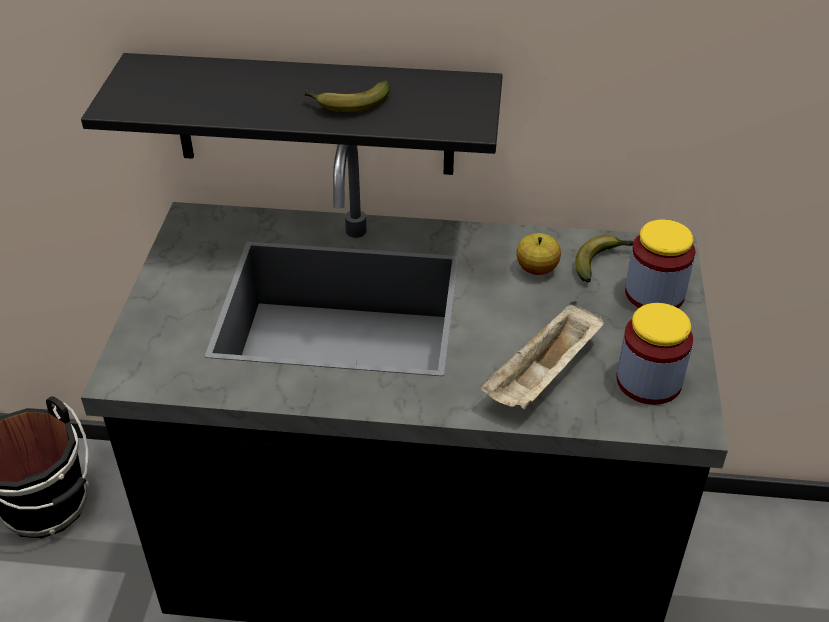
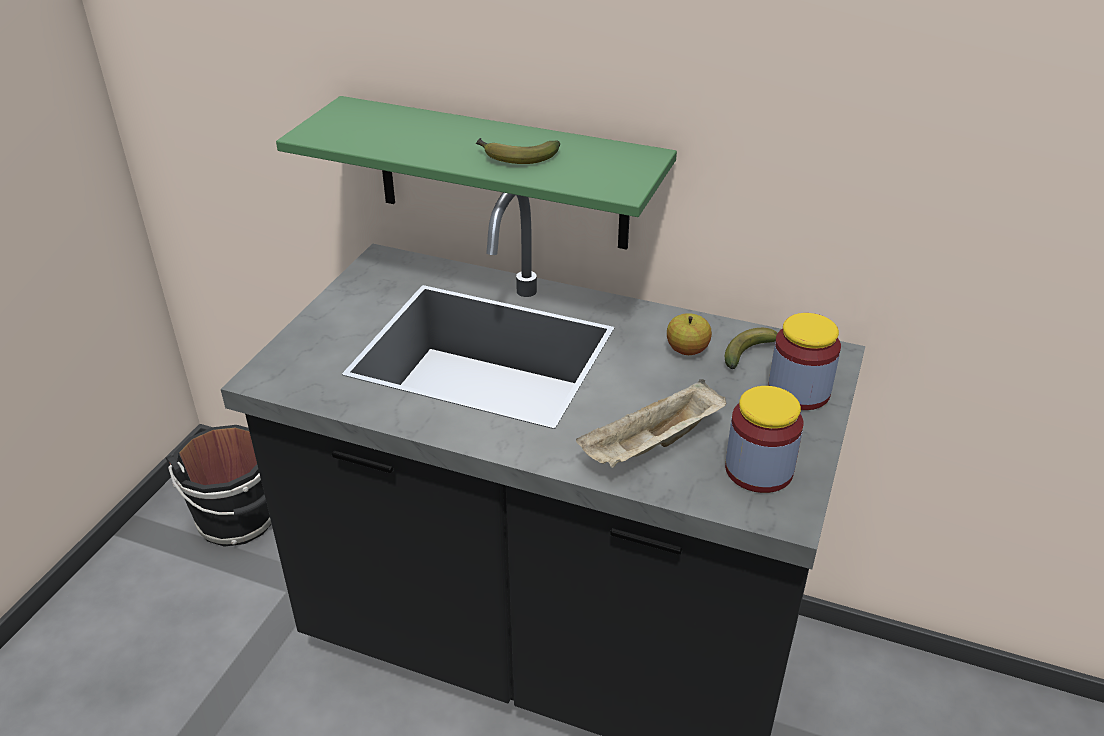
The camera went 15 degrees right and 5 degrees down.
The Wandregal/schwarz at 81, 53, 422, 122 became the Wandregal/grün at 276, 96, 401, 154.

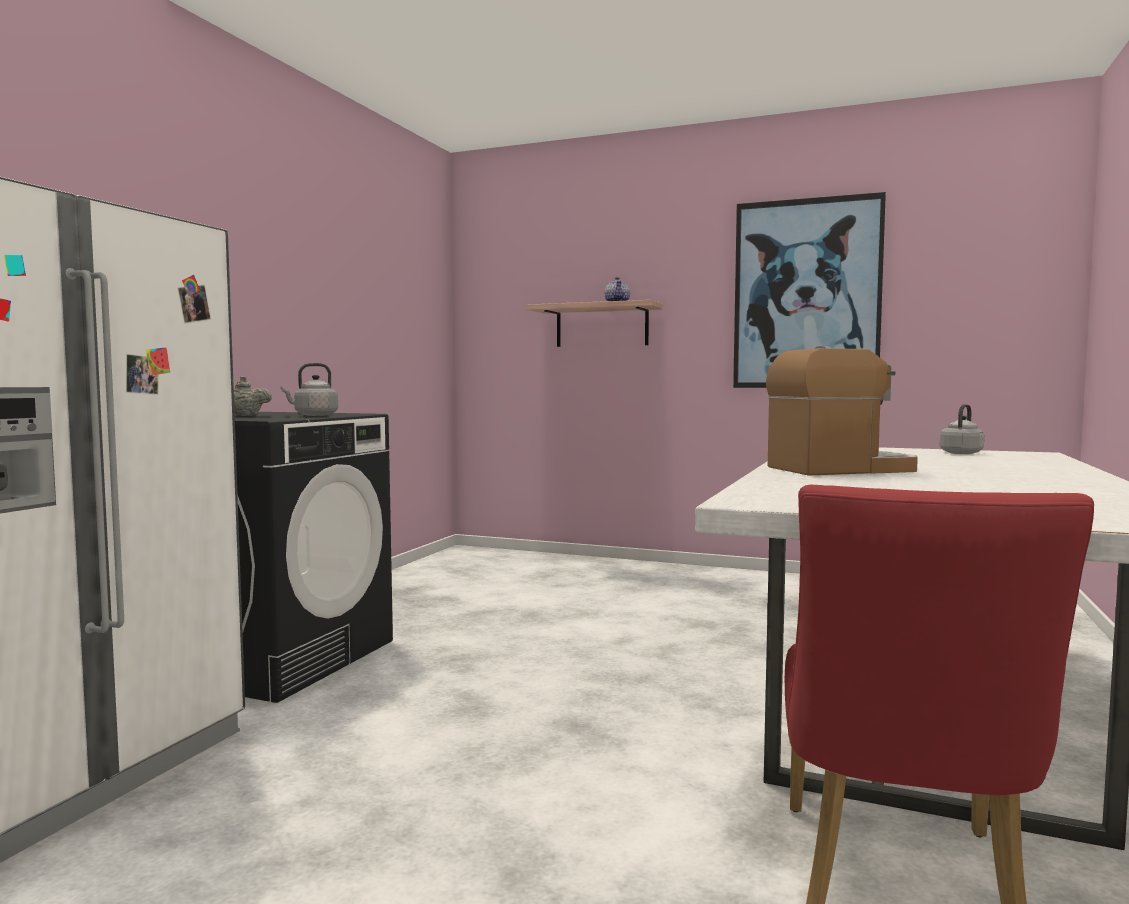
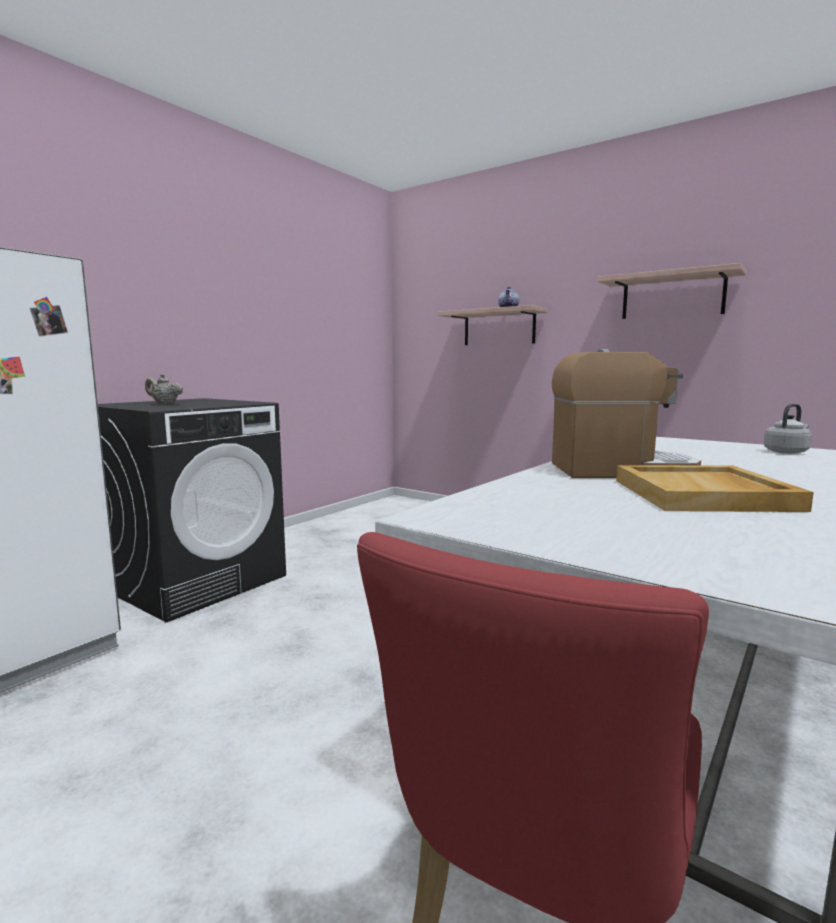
The camera went 15 degrees right and 5 degrees up.
The Wasserkessel/grau at 281, 363, 57, 53 disappeared.
The Tablett/beige at 616, 465, 198, 47 appeared.
The Bild at 733, 192, 153, 196 was replaced by the Wandregal at 598, 263, 149, 56.

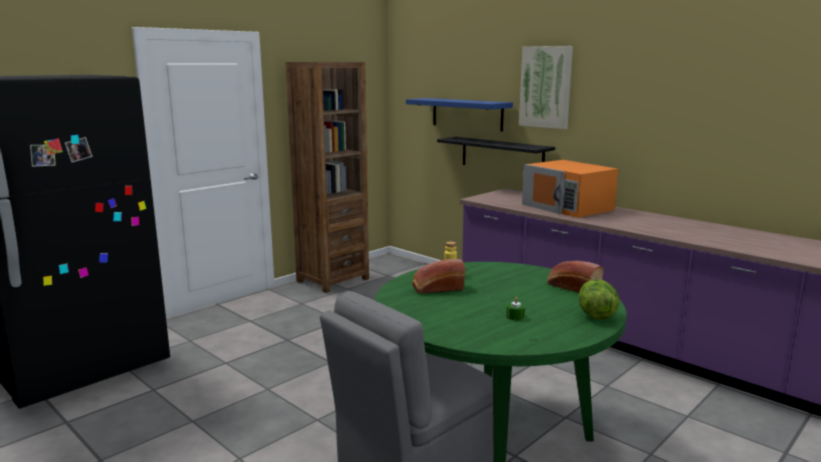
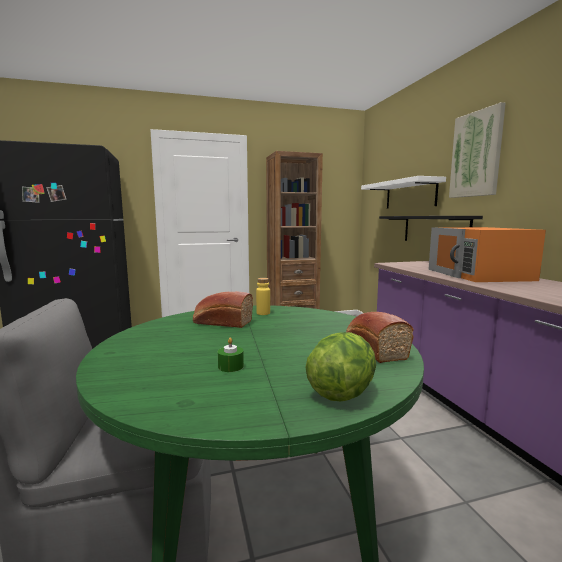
The camera went 30 degrees right and 5 degrees down.
The Wandregal/blau at 406, 98, 107, 33 became the Wandregal/weiß at 361, 176, 85, 32.

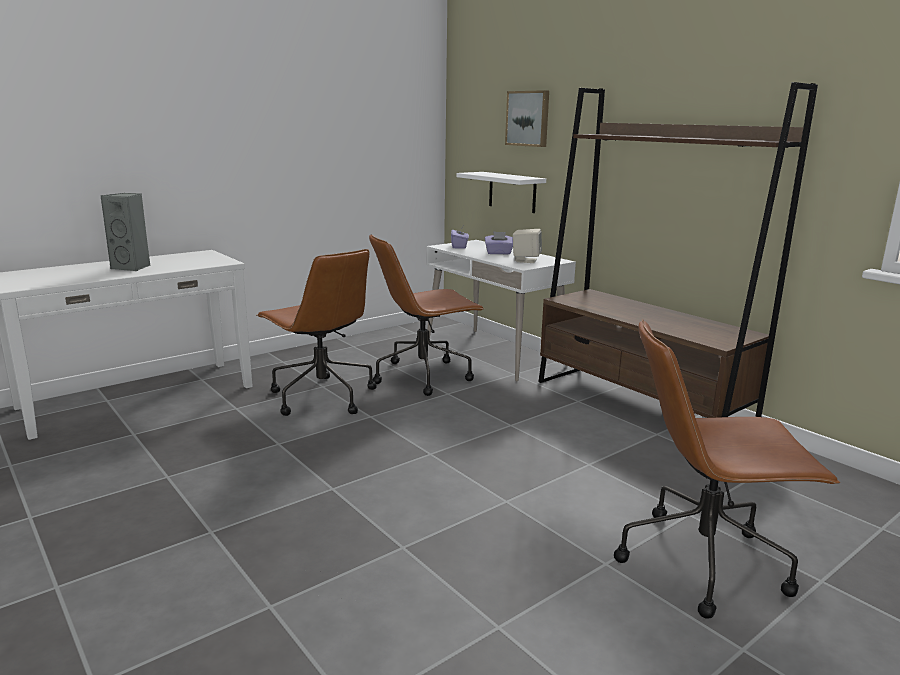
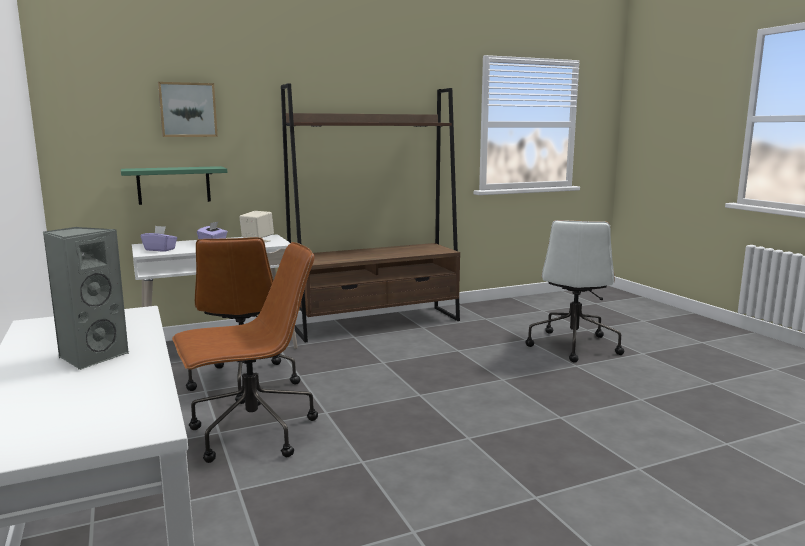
The camera went 75 degrees left and 5 degrees down.
The Wandregal/weiß at 457, 172, 89, 41 became the Wandregal/grün at 121, 166, 106, 39.
The Bürostuhl/braun at 614, 319, 226, 300 became the Bürostuhl/weiß at 525, 220, 99, 143.

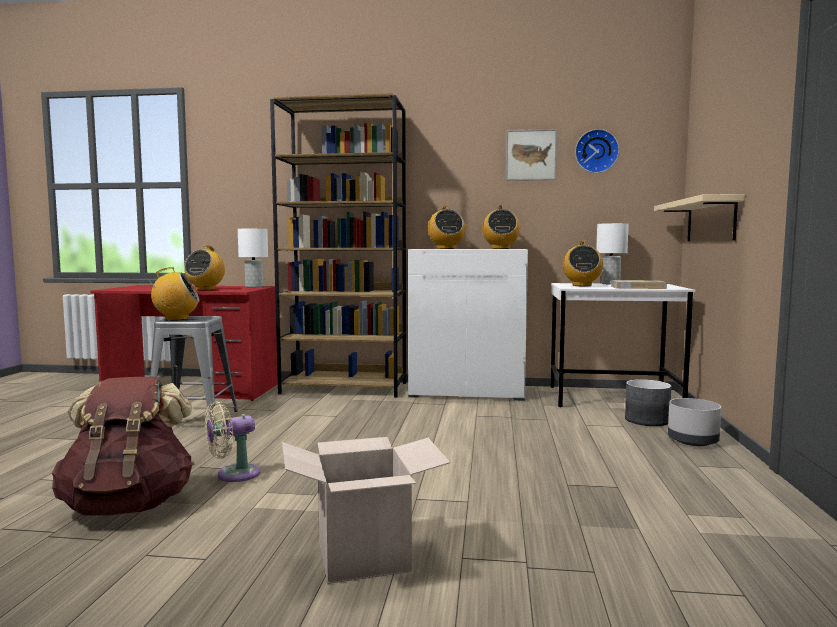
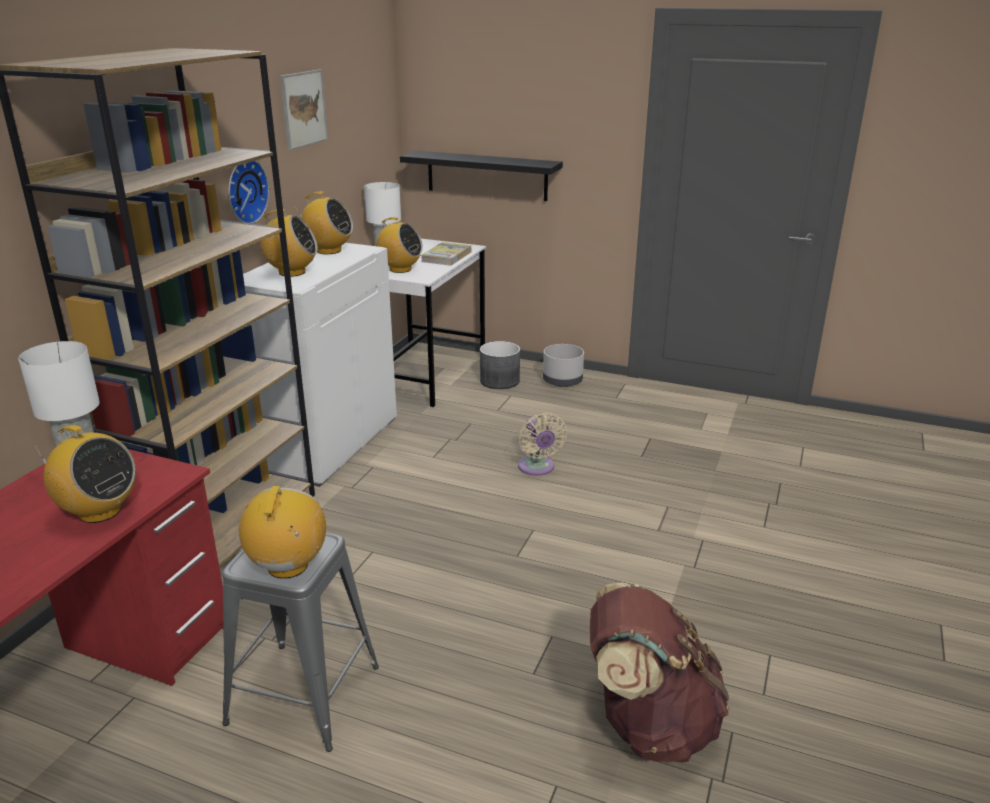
The camera went 75 degrees left and 20 degrees up.
The Karton at 282, 437, 168, 147 disappeared.
The Ventilator/beige moved from 205, 401, 56, 81 to 518, 413, 49, 63.
The Wanduhr moved from 575, 129, 44, 44 to 228, 161, 41, 63.
The Wandregal/beige at 654, 194, 91, 47 became the Wandregal/schwarz at 400, 151, 163, 50.

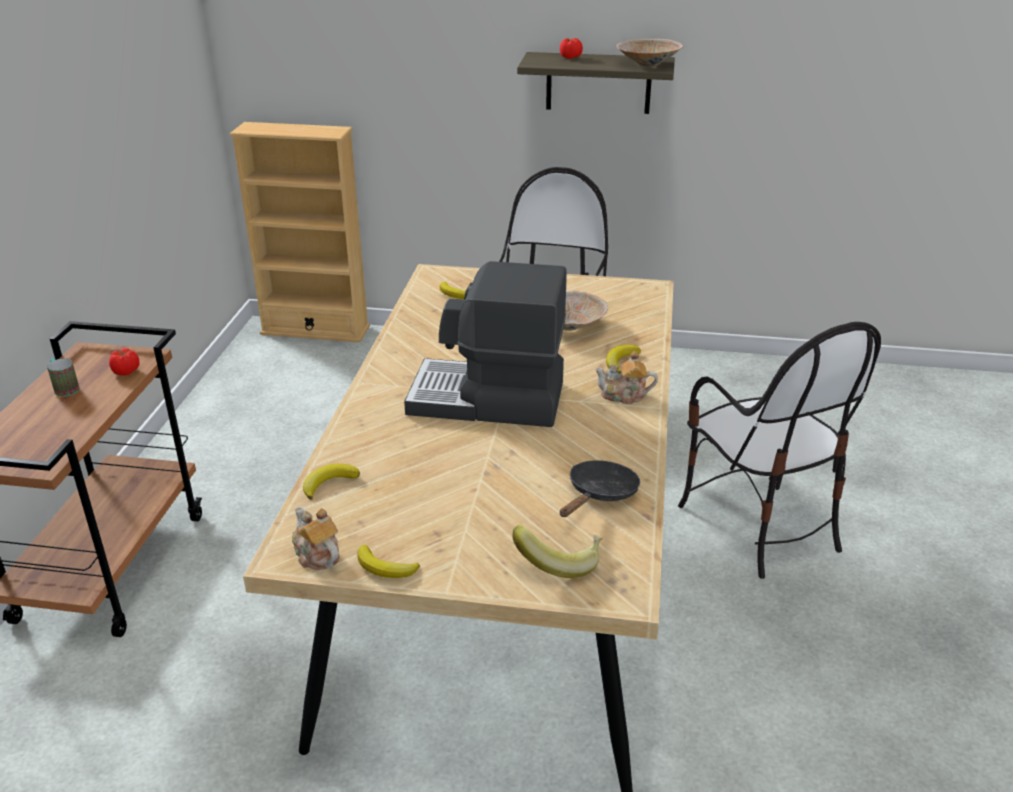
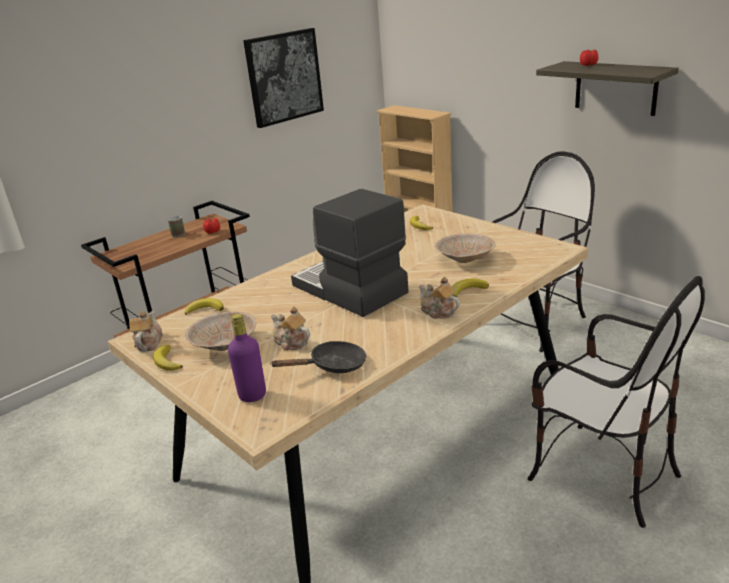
The camera went 40 degrees right and 5 degrees down.
The Bild at 243, 28, 81, 100 appeared.
The Teekanne at 271, 306, 39, 44 appeared.
The Schüssel/beige moved from 616, 39, 67, 28 to 185, 311, 71, 40.
The Banane at 512, 525, 91, 53 was replaced by the Flasche/lila at 228, 314, 38, 88.
The Stuhl at 678, 322, 203, 257 turned 60 degrees counterclockwise.

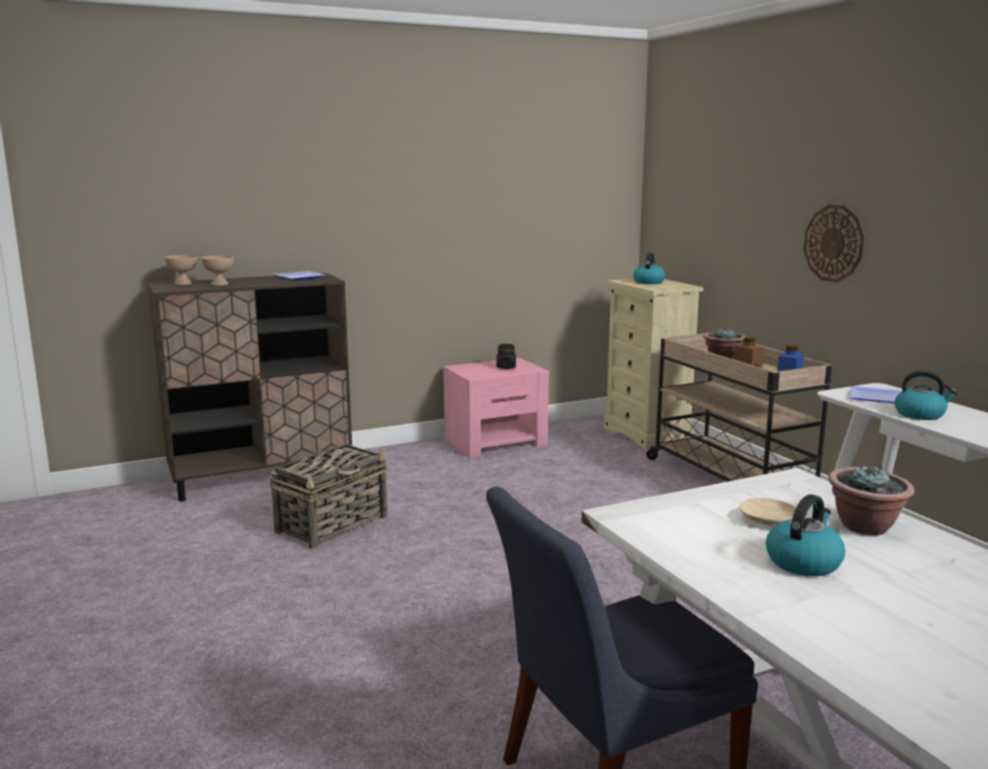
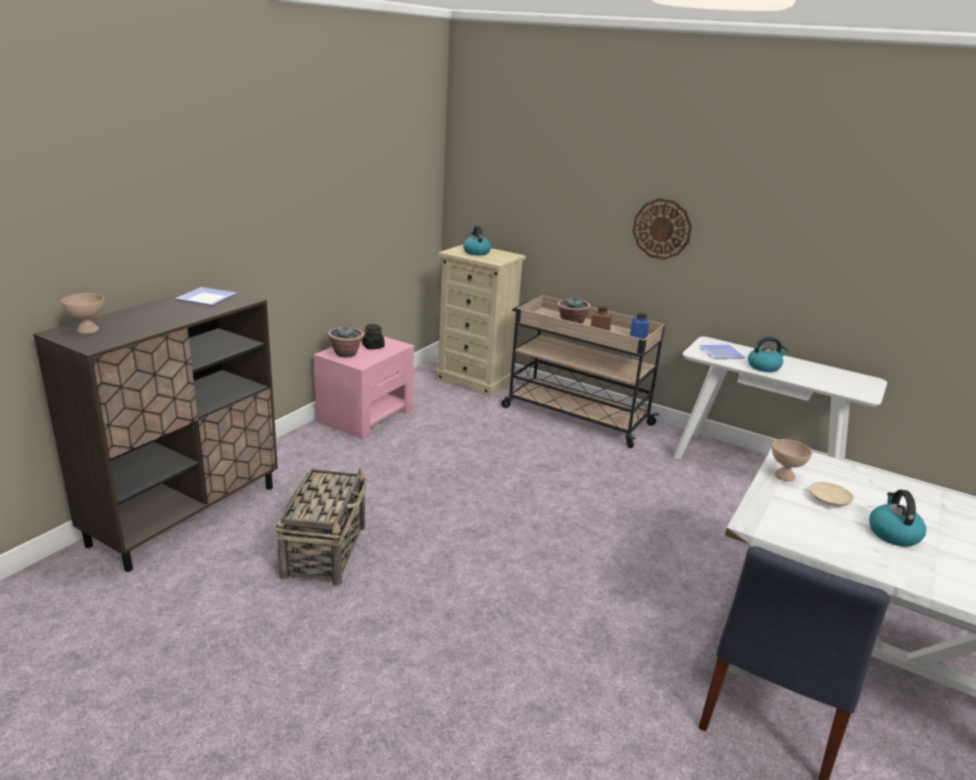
The camera went 35 degrees left and 10 degrees up.
The Schüssel/beige moved from 201, 255, 33, 31 to 772, 439, 40, 42.
The Topfpflanze moved from 828, 464, 87, 72 to 327, 326, 37, 31.

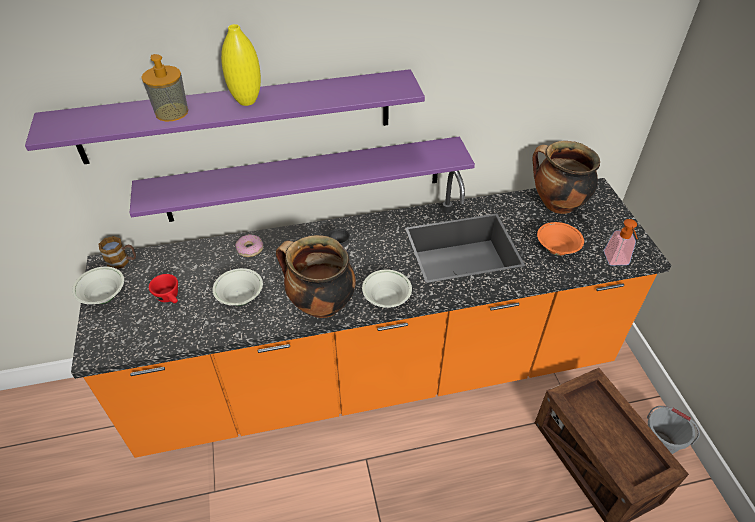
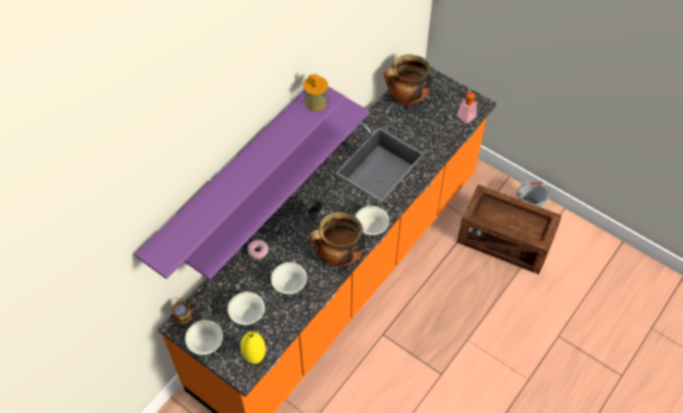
The camera went 40 degrees left and 10 degrees up.
The Schüssel/orange at 537, 222, 47, 34 disappeared.
The Seifenspender moved from 141, 54, 47, 67 to 303, 74, 25, 38.
The Vase/gelb moved from 221, 24, 40, 82 to 240, 332, 26, 32.
The Tasse/rot at 149, 274, 29, 29 was replaced by the Schüssel/weiß at 228, 292, 37, 33.

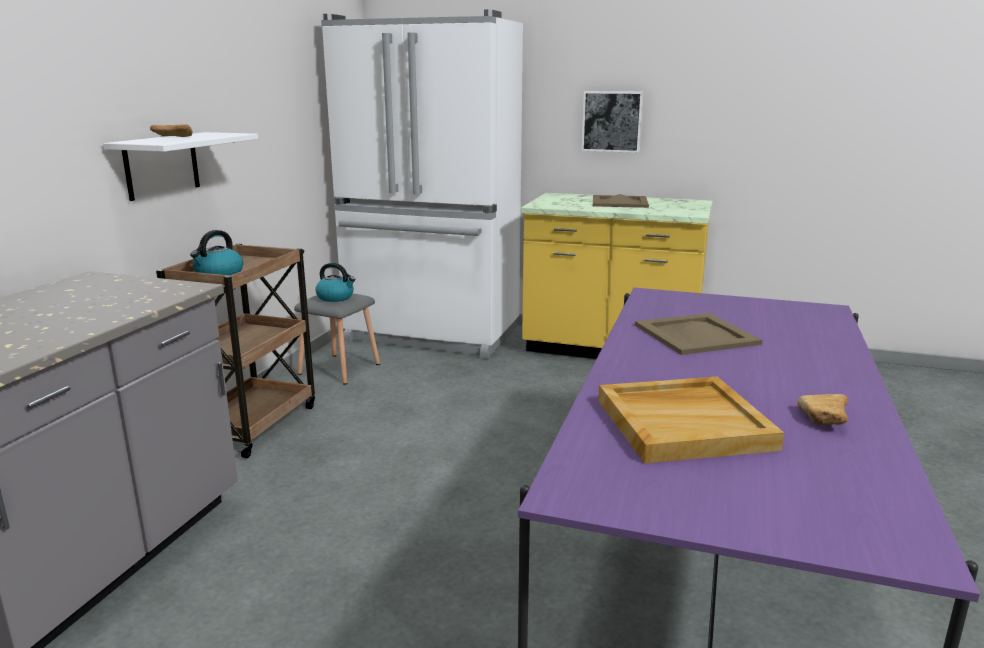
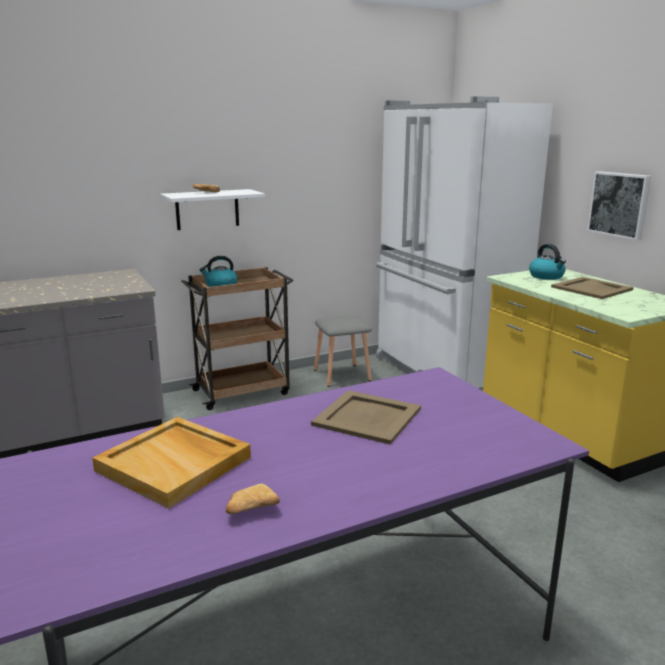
The camera went 45 degrees right and 0 degrees up.
The Wasserkessel moved from 315, 263, 41, 39 to 529, 244, 37, 36.

